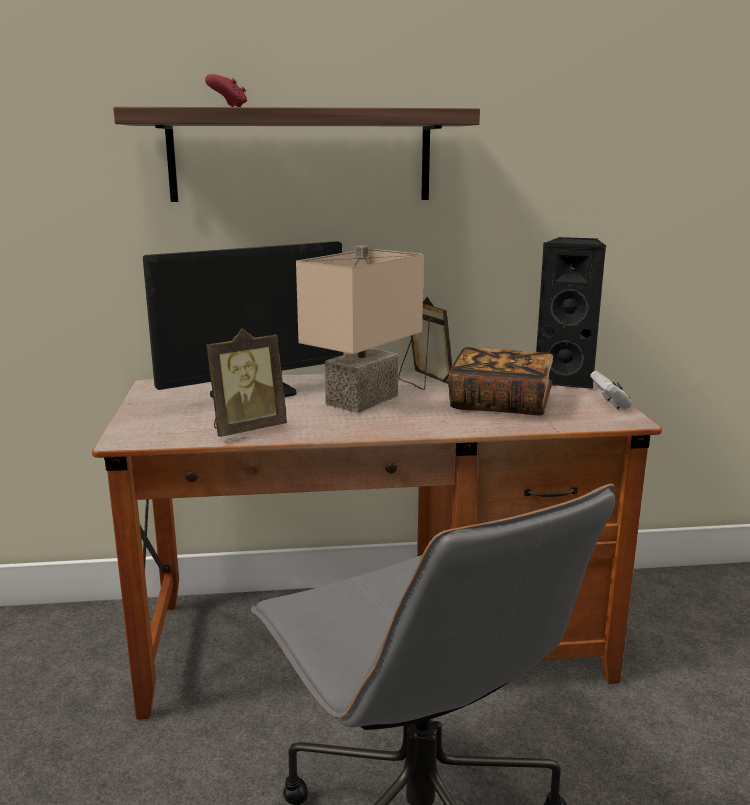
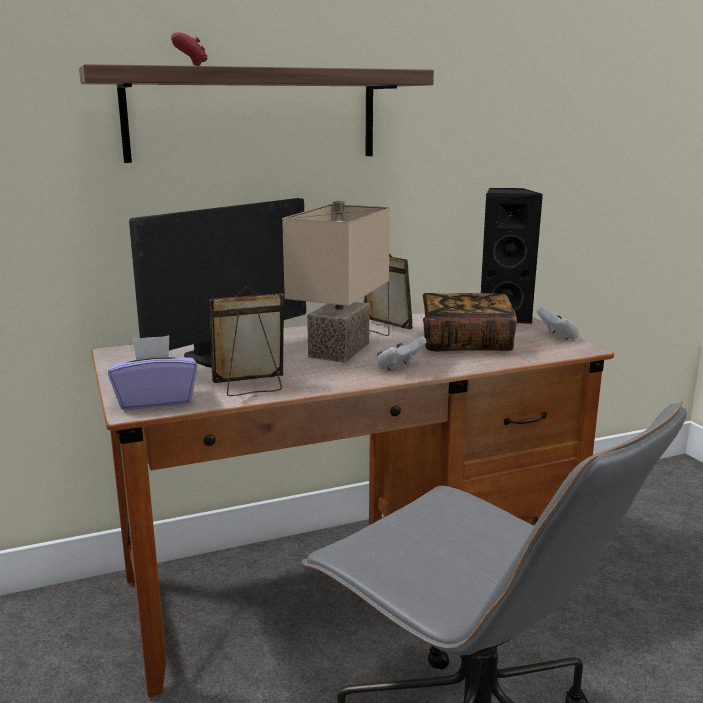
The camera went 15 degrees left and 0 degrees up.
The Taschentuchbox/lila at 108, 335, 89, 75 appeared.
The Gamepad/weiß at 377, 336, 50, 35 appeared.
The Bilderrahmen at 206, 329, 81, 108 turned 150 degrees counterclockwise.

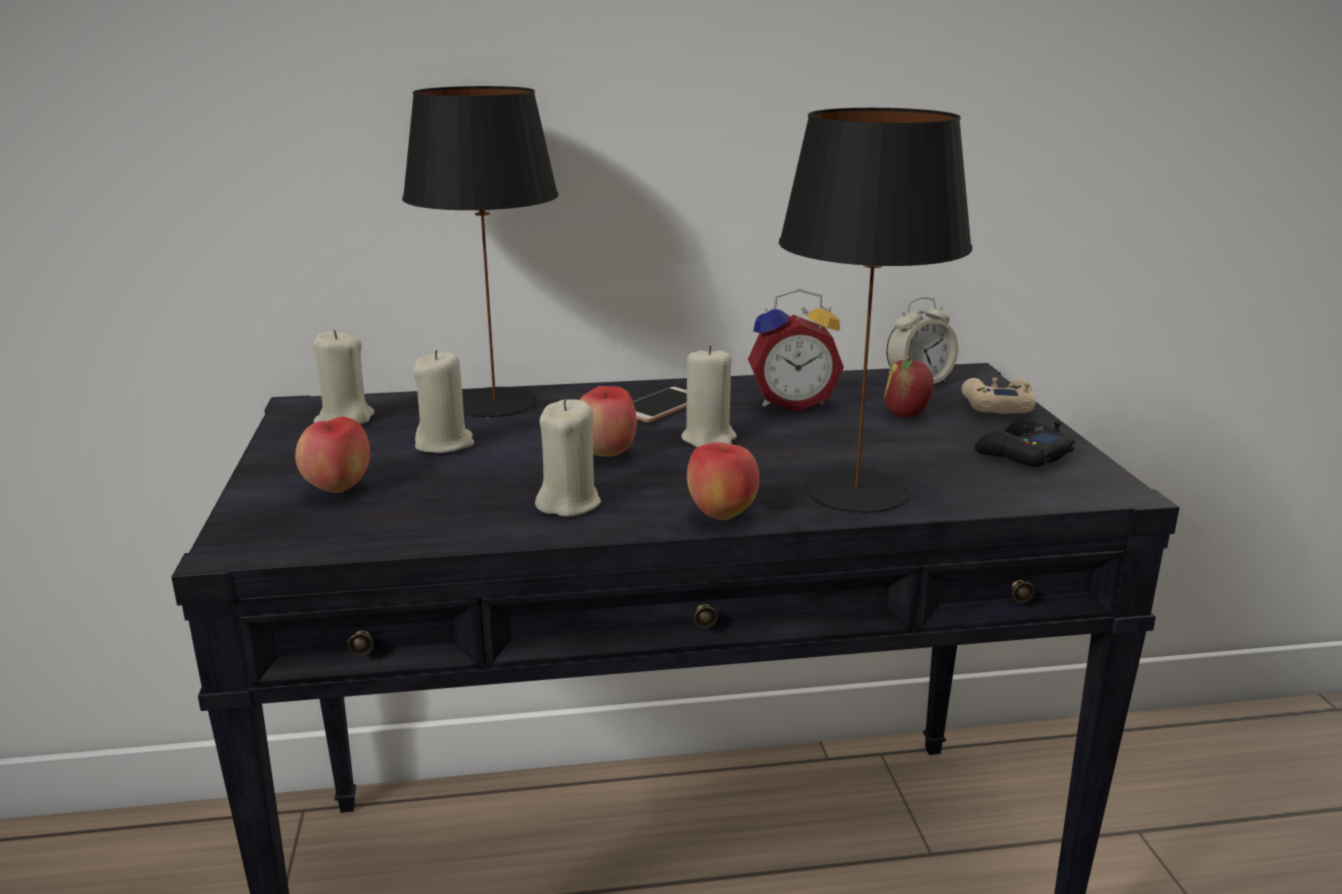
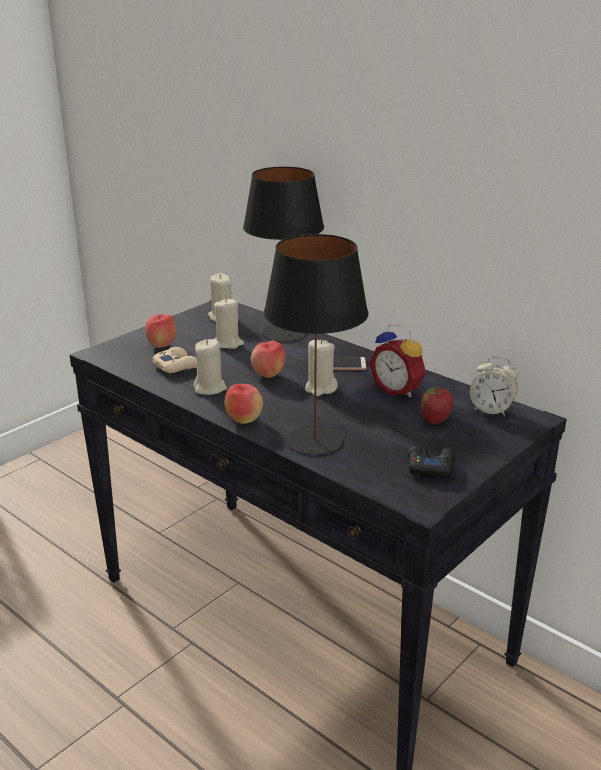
The camera went 50 degrees right and 5 degrees up.
The Gamepad/beige moved from 962, 378, 73, 36 to 152, 347, 45, 26.

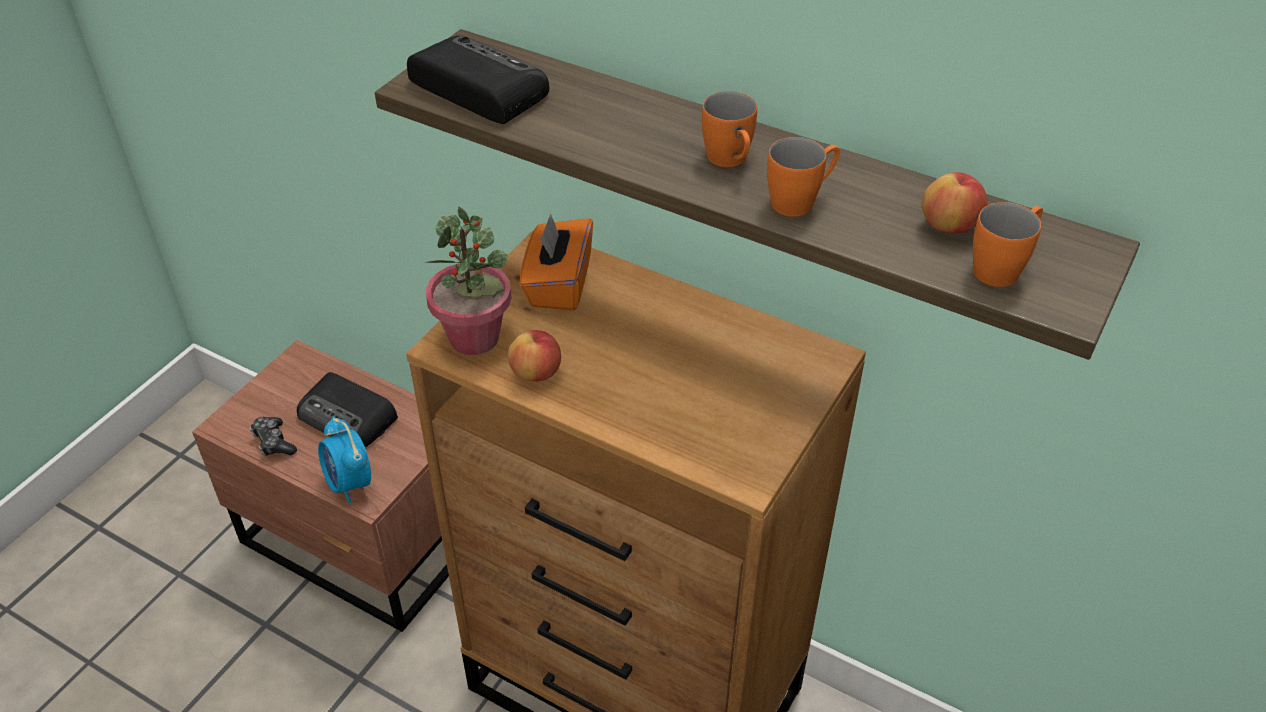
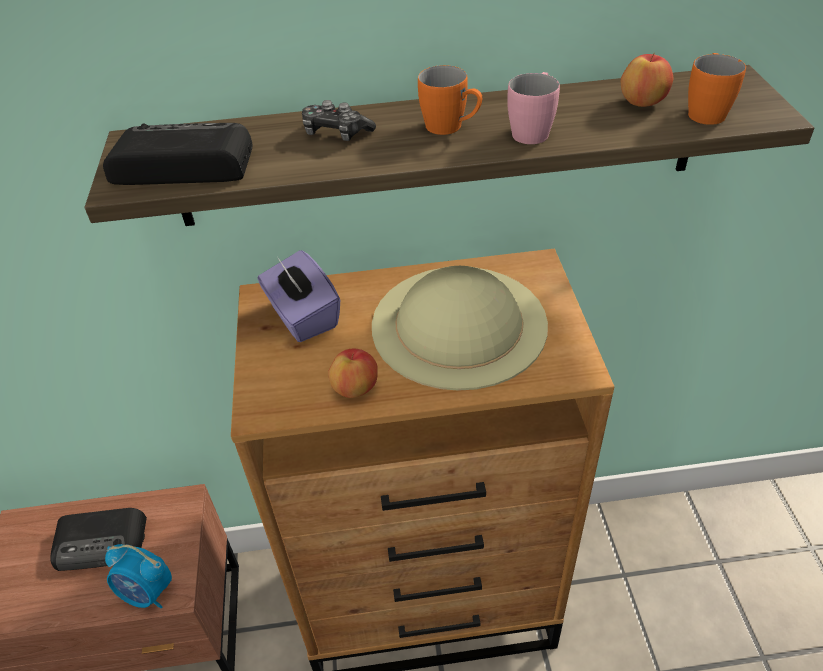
The camera went 35 degrees left and 0 degrees up.
The Topfpflanze at 425, 207, 87, 148 disappeared.
The Hut/beige at 372, 266, 176, 125 appeared.
The Gamepad moved from 250, 417, 47, 39 to 302, 100, 74, 41.
The Taschentuchbox/orange at 520, 213, 73, 98 became the Taschentuchbox/lila at 257, 250, 83, 92.
The Henkelbecher/orange at 767, 137, 73, 80 became the Henkelbecher/rosa at 507, 72, 53, 72.

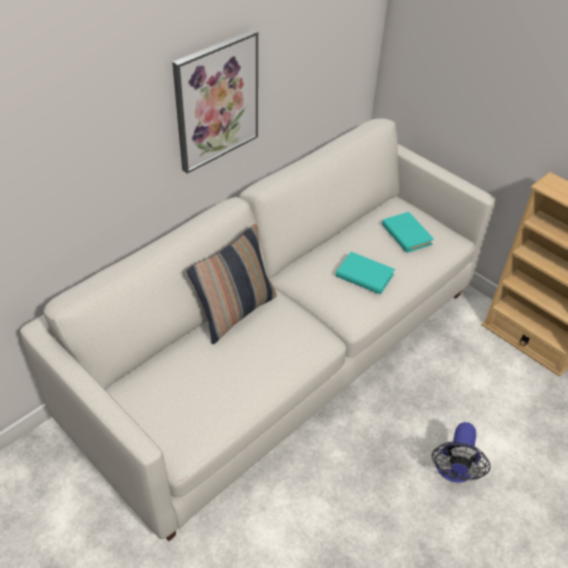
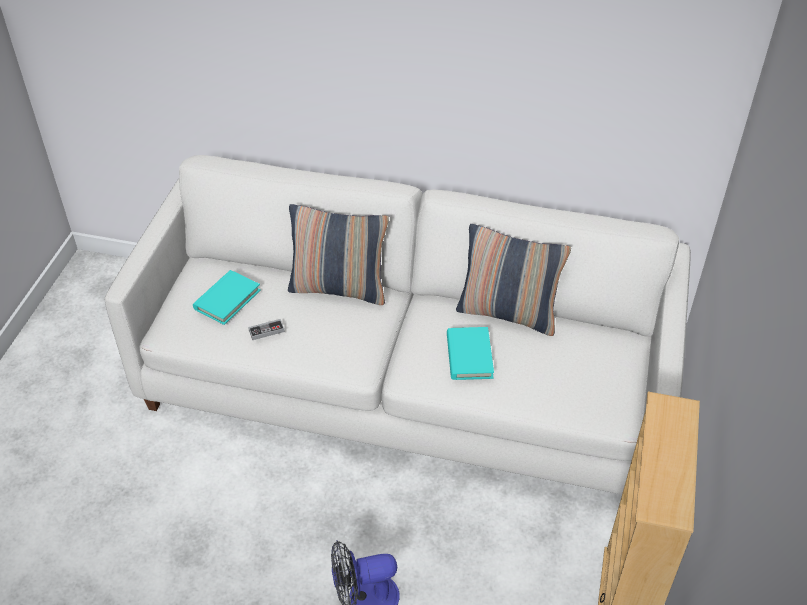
The camera went 60 degrees right and 0 degrees up.
The Bild at 172, 29, 86, 145 disappeared.
The Gamepad at 248, 319, 37, 21 appeared.
The Kissen at 456, 224, 115, 112 appeared.
The Buch/türkis moved from 382, 212, 52, 41 to 193, 270, 68, 55.

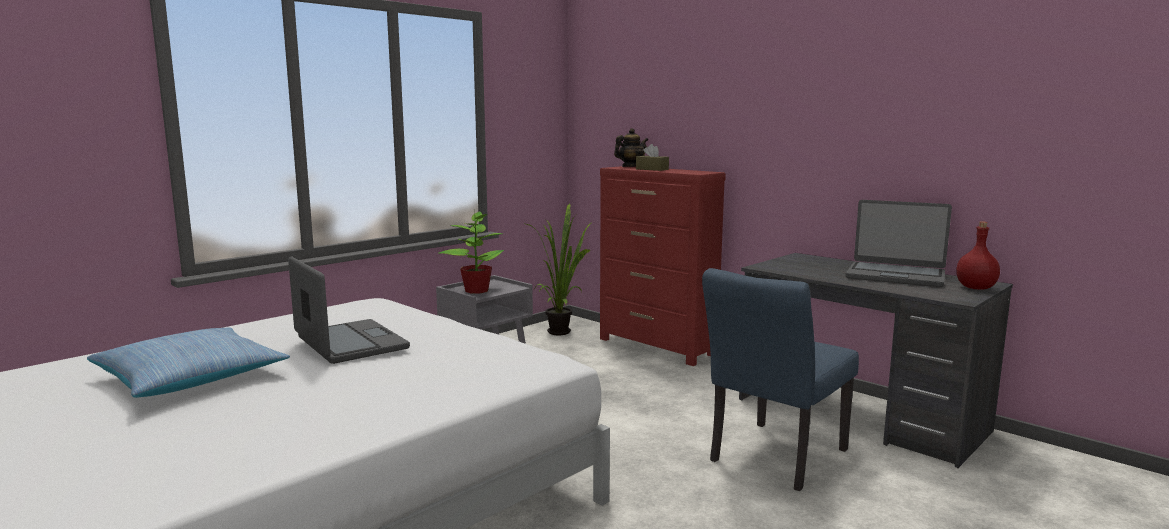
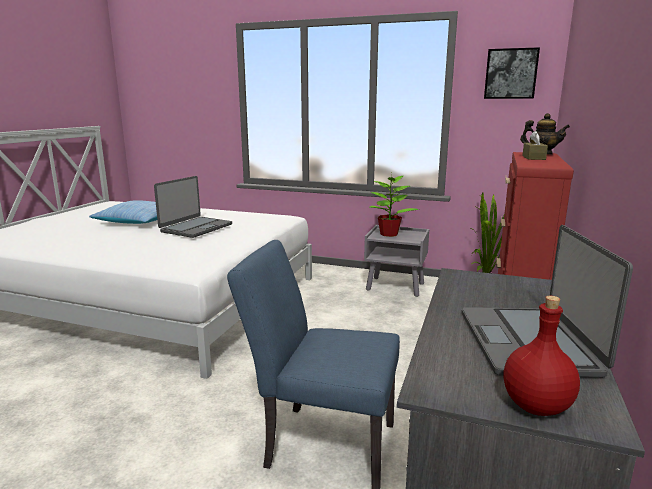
The camera went 65 degrees right and 5 degrees up.
The Bild at 484, 47, 56, 52 appeared.

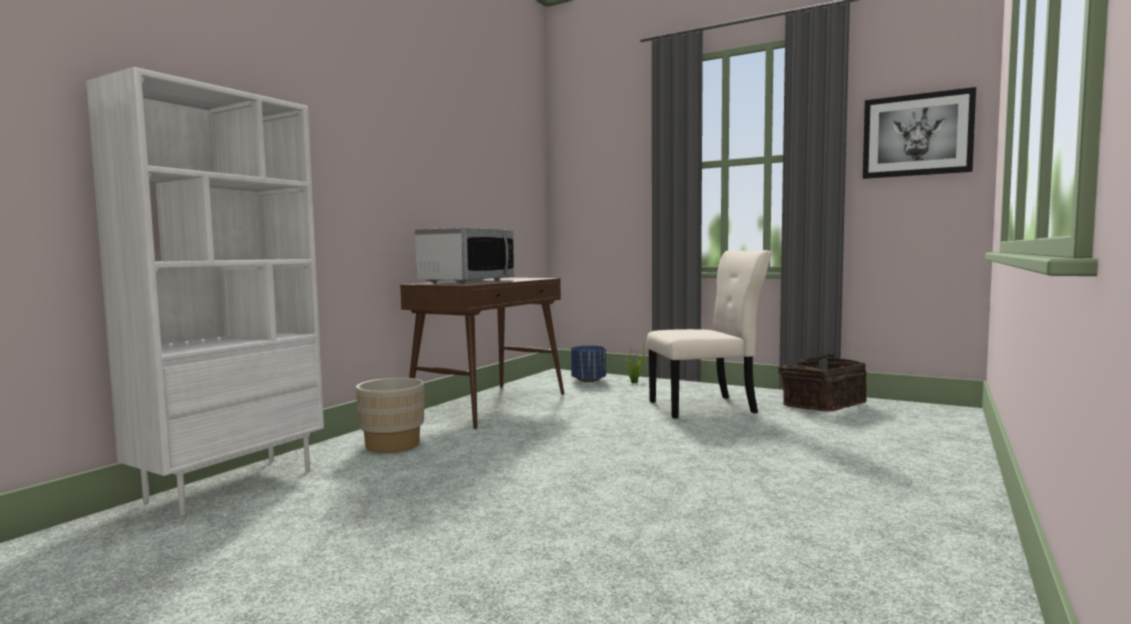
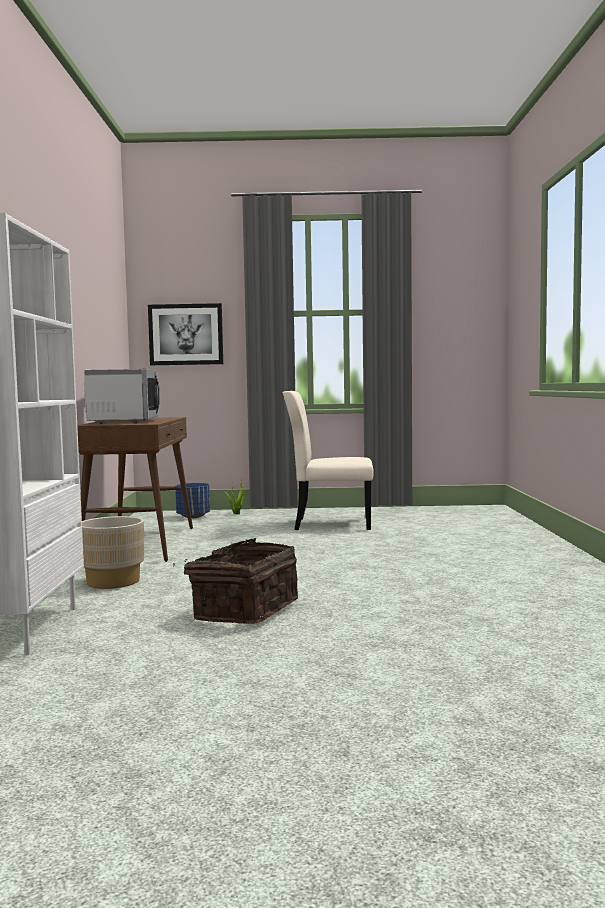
The camera went 30 degrees left and 0 degrees up.
The Korb moved from 771, 354, 96, 58 to 173, 538, 125, 86.
The Bild moved from 863, 87, 113, 92 to 148, 303, 75, 62.
The Stuhl/beige at 647, 250, 125, 169 turned 135 degrees counterclockwise.

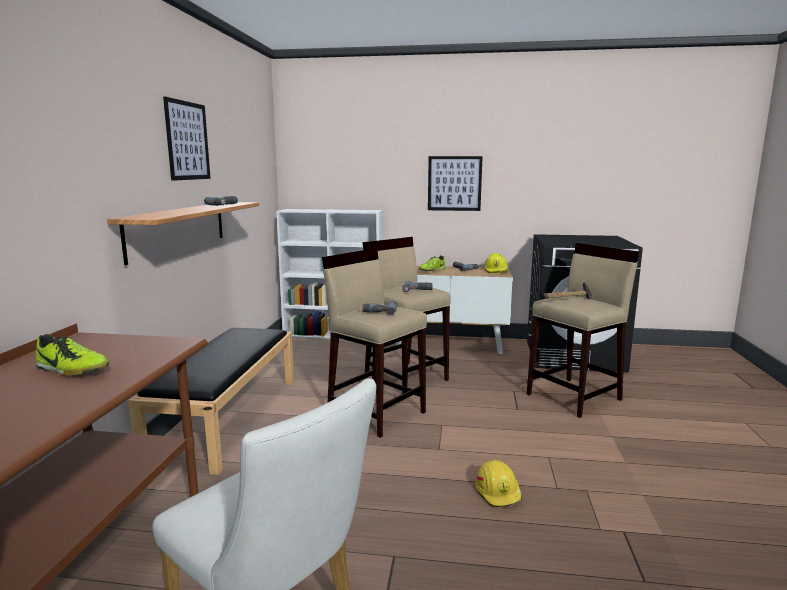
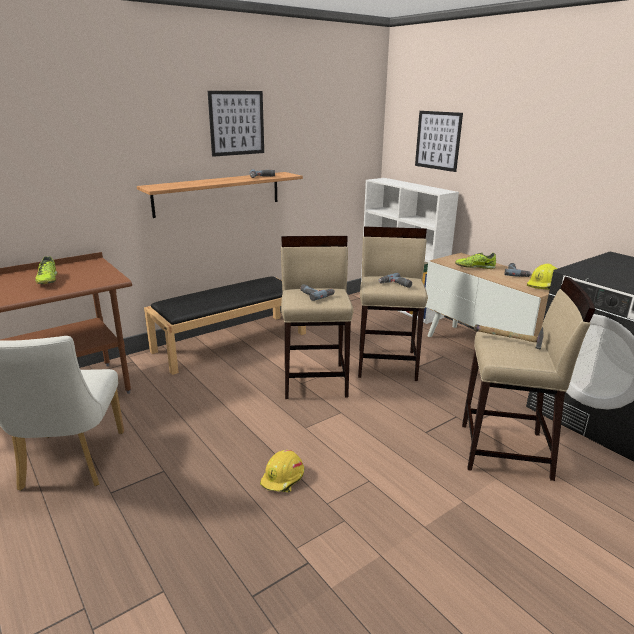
The camera went 45 degrees right and 10 degrees up.
The Bild moved from 428, 156, 55, 55 to 415, 111, 48, 61.

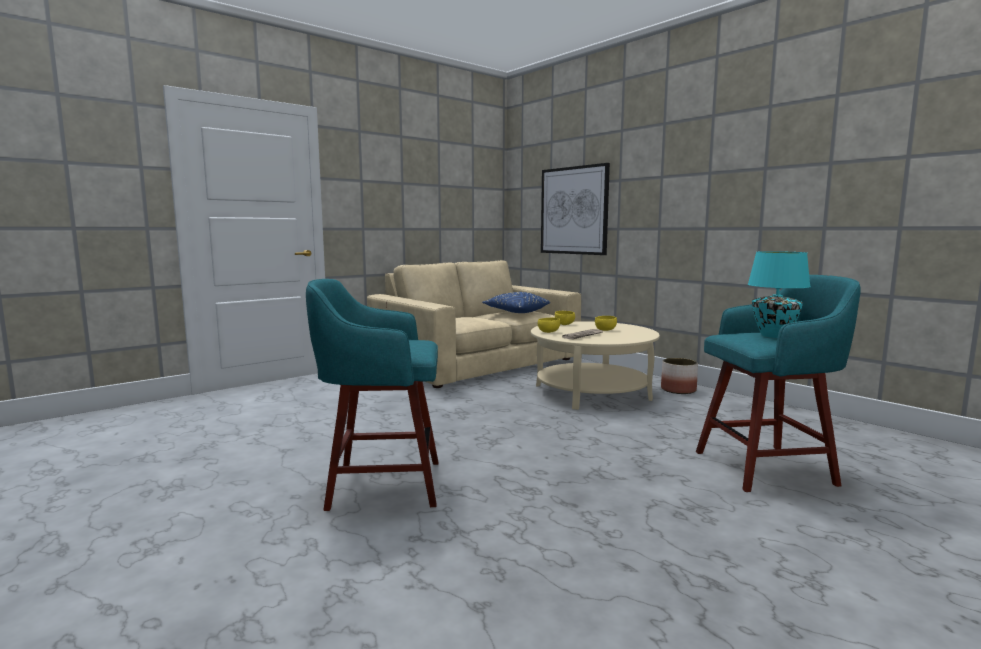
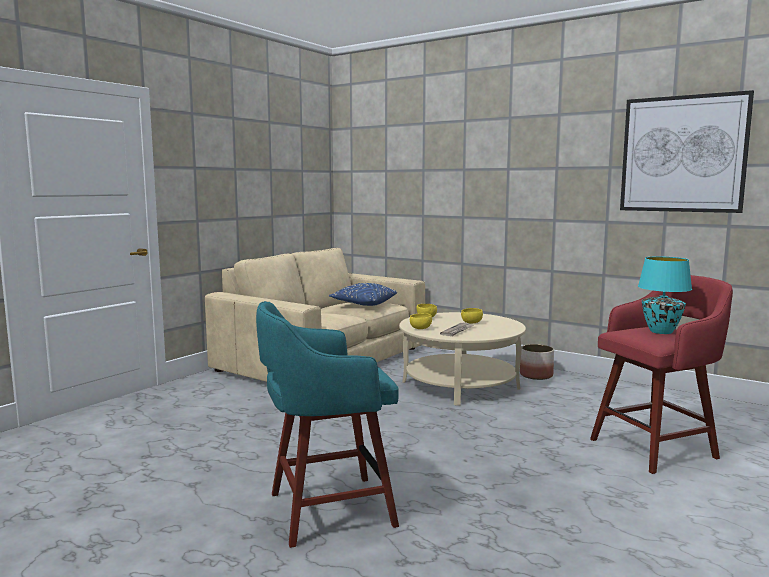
The camera went 15 degrees left and 0 degrees up.
The Bild moved from 541, 163, 69, 92 to 620, 90, 134, 123.
The Hocker/türkis at 696, 275, 165, 217 became the Hocker/rot at 590, 275, 143, 199.

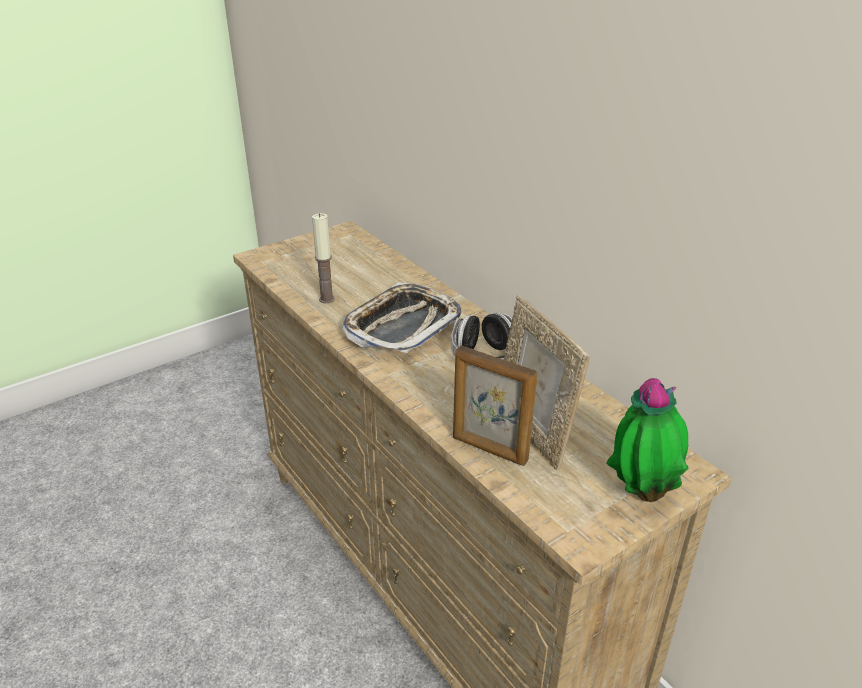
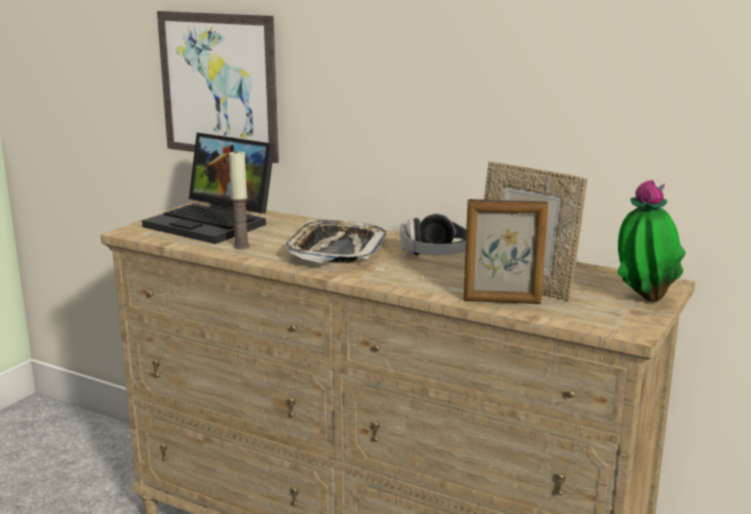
The camera went 25 degrees left and 15 degrees down.
The Laptop at 142, 133, 133, 111 appeared.
The Bild at 157, 11, 122, 152 appeared.

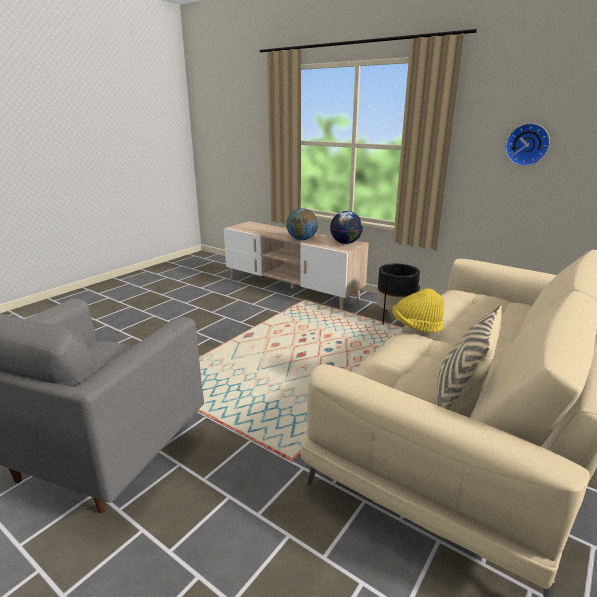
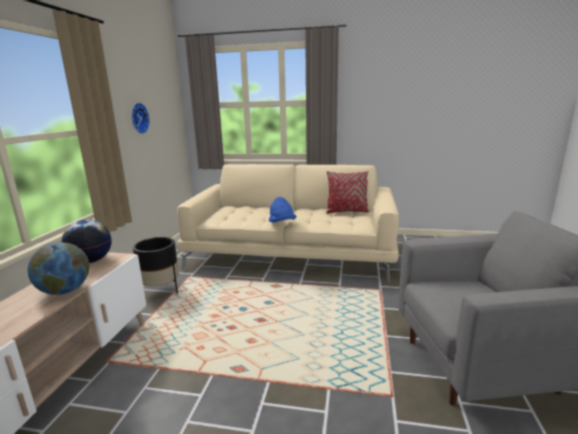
The camera went 115 degrees left and 5 degrees down.
The Hut/gelb at 392, 288, 52, 45 became the Hut/blau at 269, 197, 27, 25.
The Kissen/beige at 436, 305, 66, 108 became the Kissen/rot at 326, 171, 43, 43.

